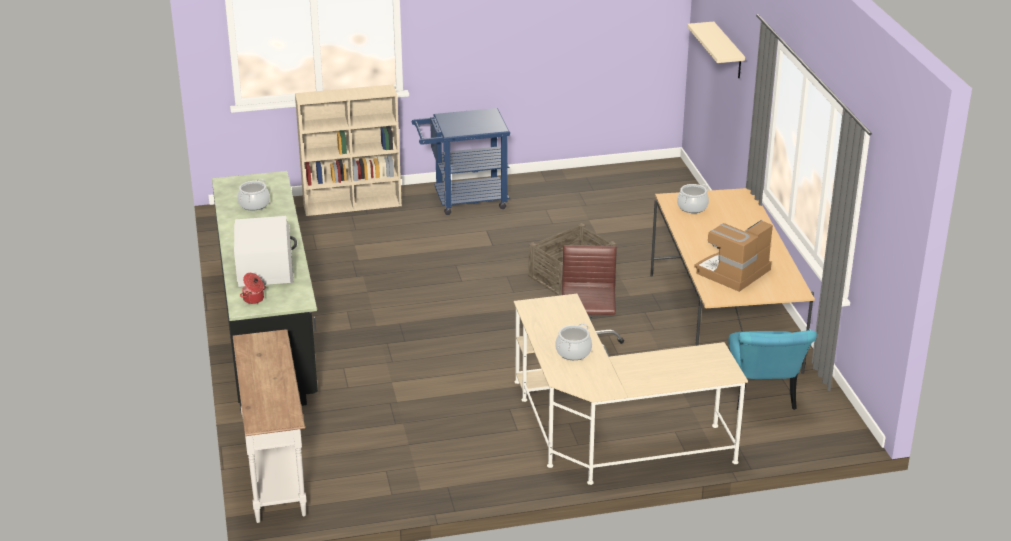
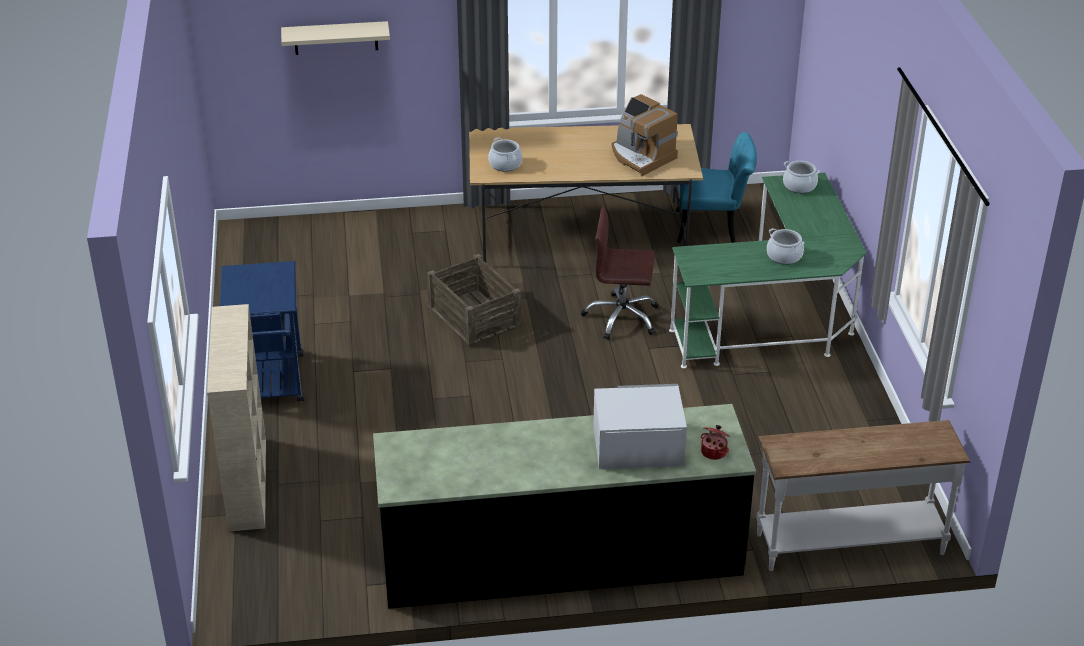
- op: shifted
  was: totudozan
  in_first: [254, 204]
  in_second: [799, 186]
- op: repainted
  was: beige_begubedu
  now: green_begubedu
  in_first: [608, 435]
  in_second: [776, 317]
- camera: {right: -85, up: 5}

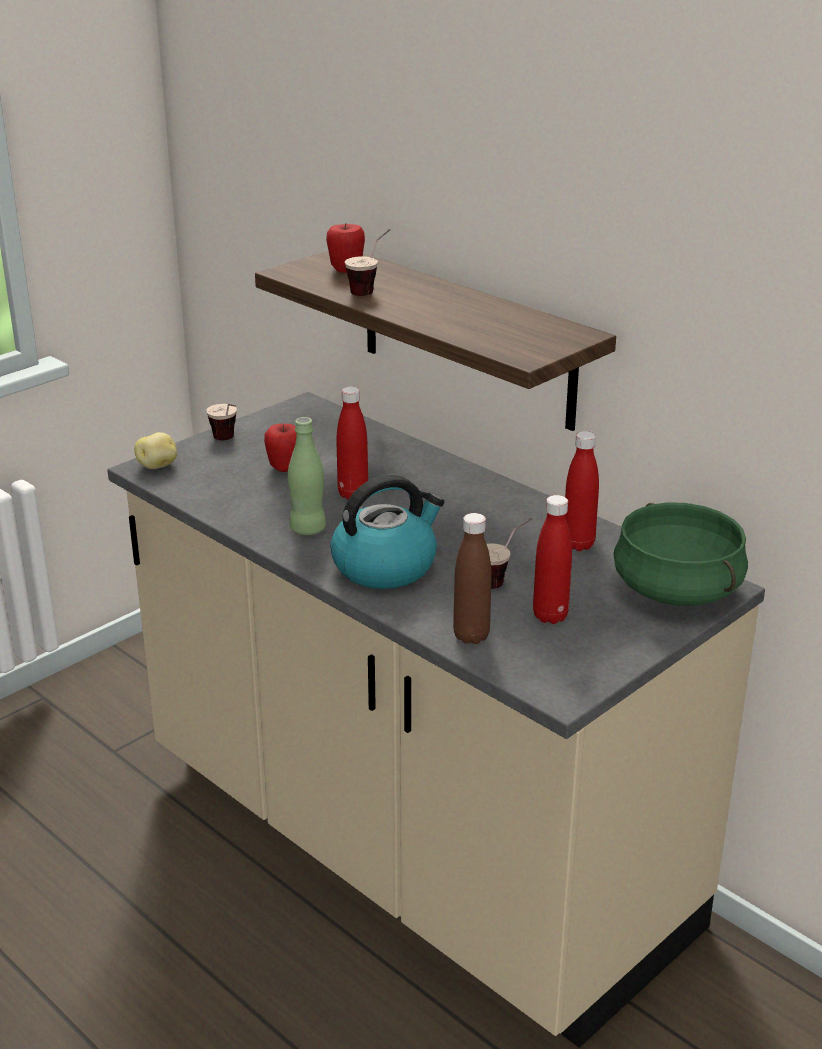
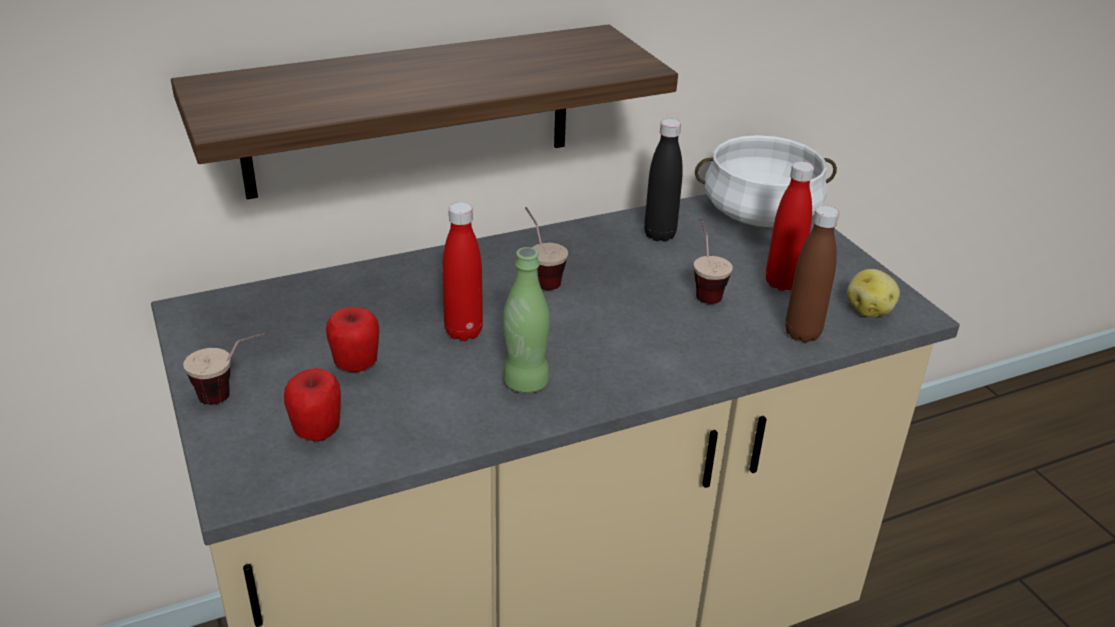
- op: gone
  was: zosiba
  in_first: [385, 566]
- op: shifted
  was: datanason
  in_first: [158, 466]
  in_second: [869, 310]
- op: shifted
  was: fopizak
  in_first: [346, 270]
  in_second: [317, 432]
- op: shifted
  was: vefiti
  in_first: [370, 289]
  in_second: [540, 276]
- op: repainted
  was: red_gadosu
  now: black_gadosu
  in_first: [578, 544]
  in_second: [659, 235]
- op: repainted
  was: green_totudozan
  now: white_totudozan
  in_first: [678, 589]
  in_second: [760, 214]
- camera: {right: -70, up: 5}

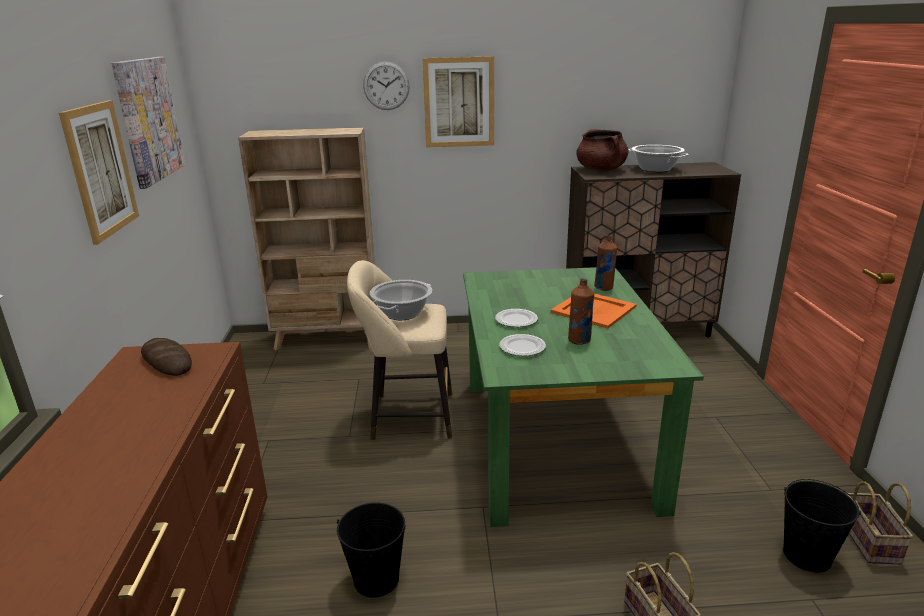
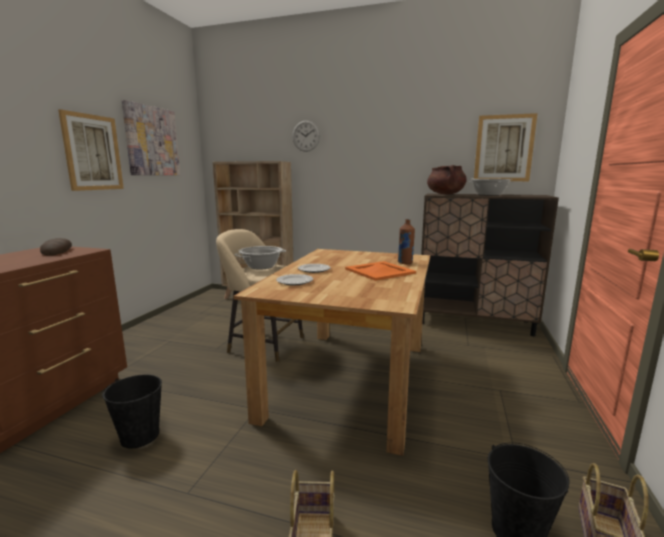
- op: gone
  was: brown_gadosu
  in_first: [579, 340]
- op: shifted
  was: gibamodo
  in_first: [459, 102]
  in_second: [504, 148]
- op: repainted
  was: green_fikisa
  now: brown_fikisa
  in_first: [554, 439]
  in_second: [349, 378]
- camera: {right: 20, up: -10}

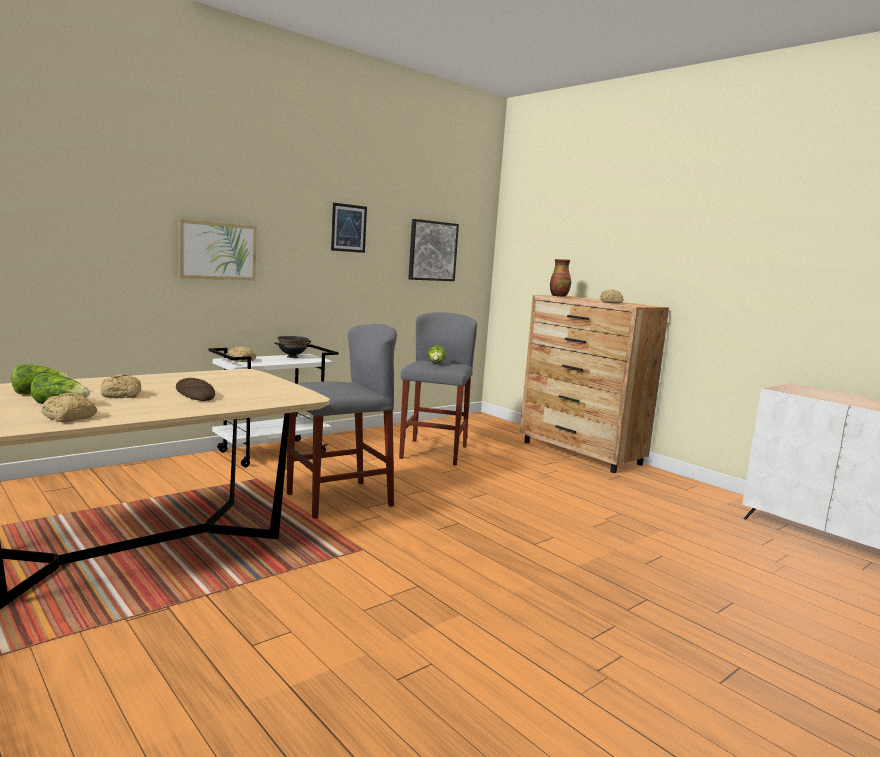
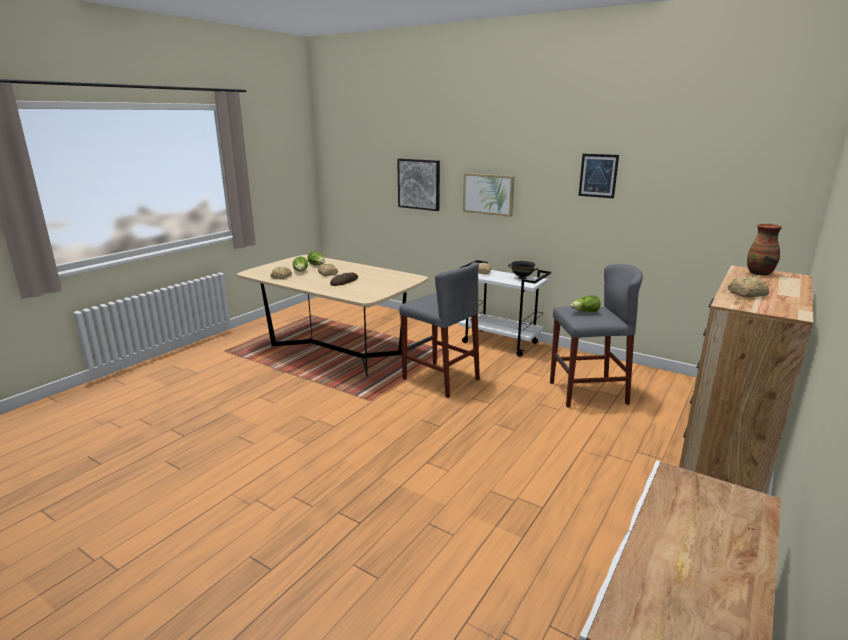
- op: shifted
  was: gibamodo
  in_first: [432, 251]
  in_second: [419, 184]
- camera: {right: 75, up: 10}

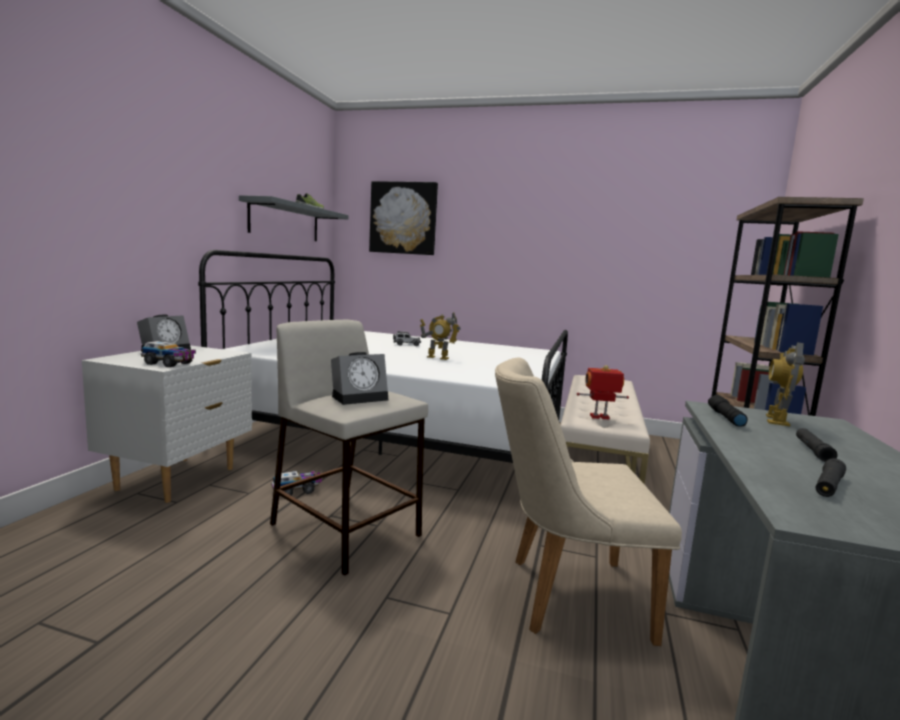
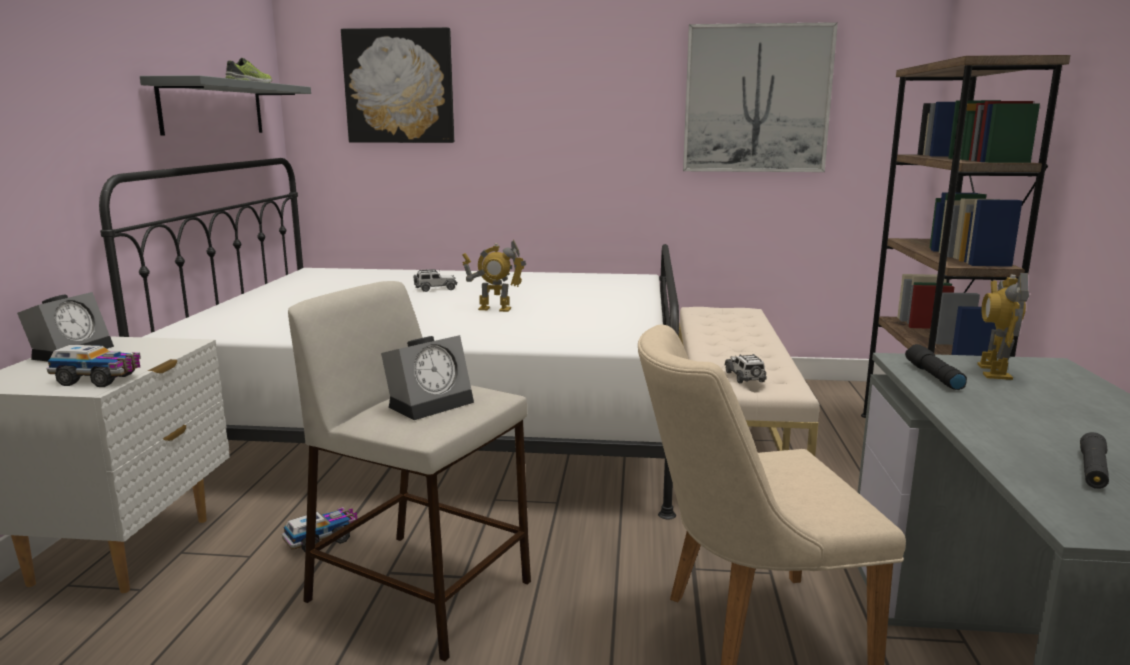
- op: gone
  was: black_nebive
  in_first: [812, 450]
- op: new
  now: gibamodo
  in_second: [757, 99]
- op: swapped
  was: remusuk
  now: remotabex
  in_first: [599, 417]
  in_second: [745, 377]
- camera: {right: -10, up: 5}

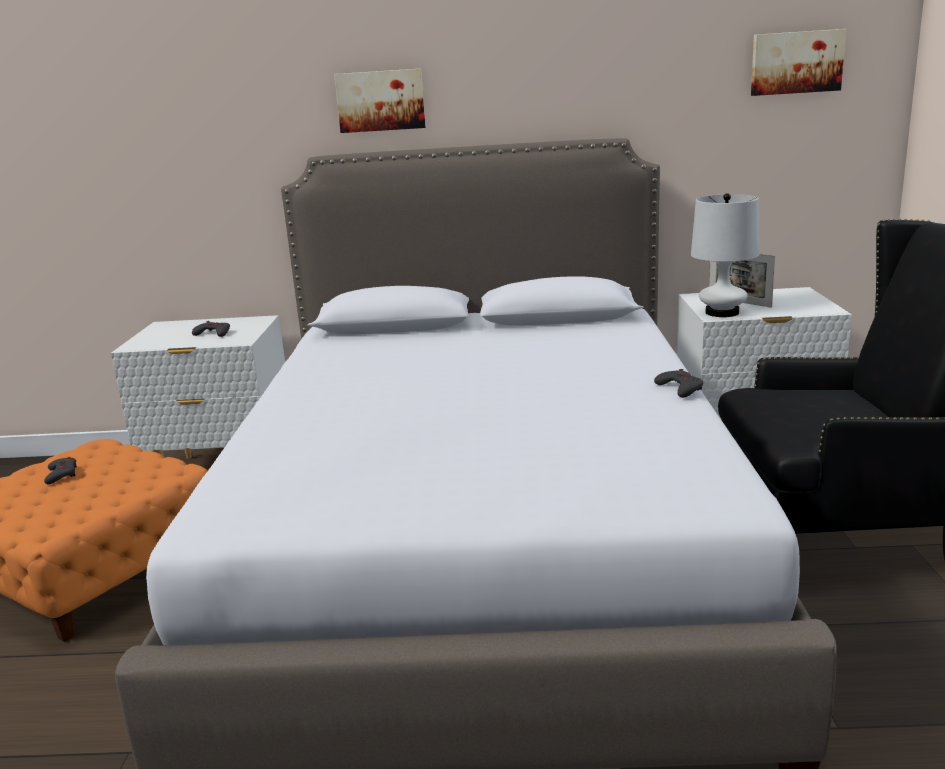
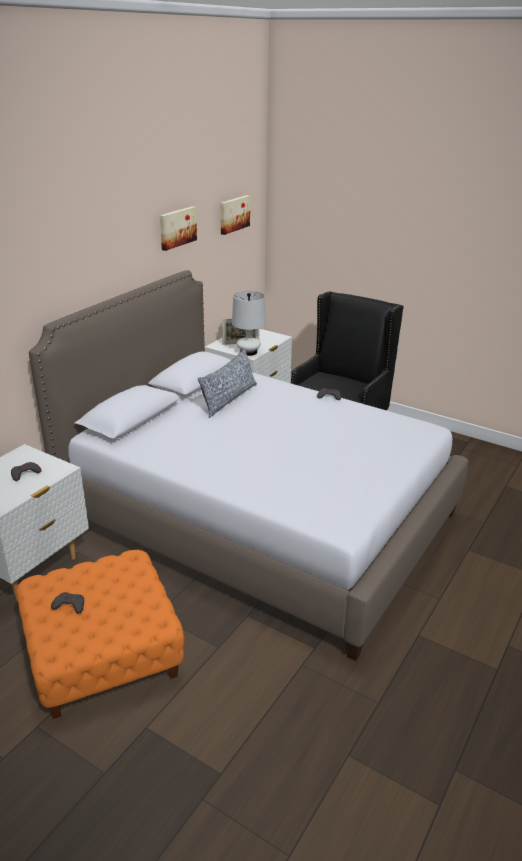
- op: new
  now: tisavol
  in_second: [229, 398]
- op: shifted
  was: gibamodo
  in_first: [380, 101]
  in_second: [177, 227]
- camera: {right: -60, up: 10}

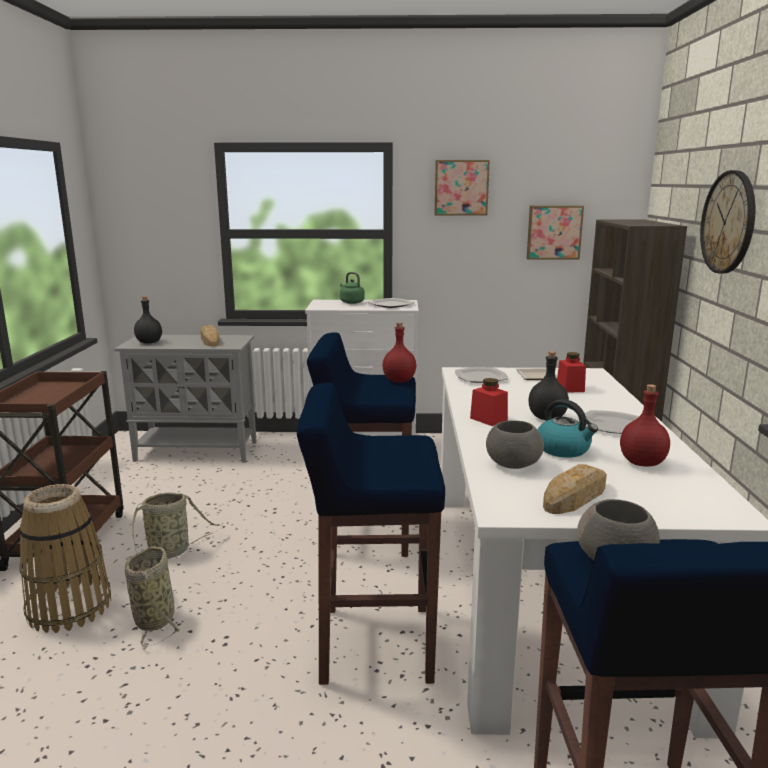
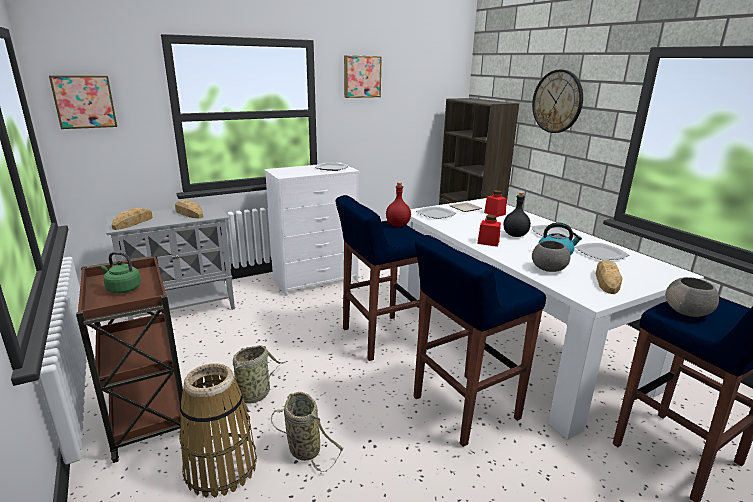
- op: shifted
  was: green_zosiba
  in_first: [351, 302]
  in_second: [122, 289]
- op: shifted
  was: gibamodo
  in_first: [554, 232]
  in_second: [84, 101]
- op: swapped
  was: black_gadosu
  now: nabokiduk
  in_first: [149, 342]
  in_second: [133, 222]
- op: swapped
  was: red_gadosu
  now: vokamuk
  in_first: [641, 463]
  in_second: [600, 253]
- camera: {right: -30, up: 5}

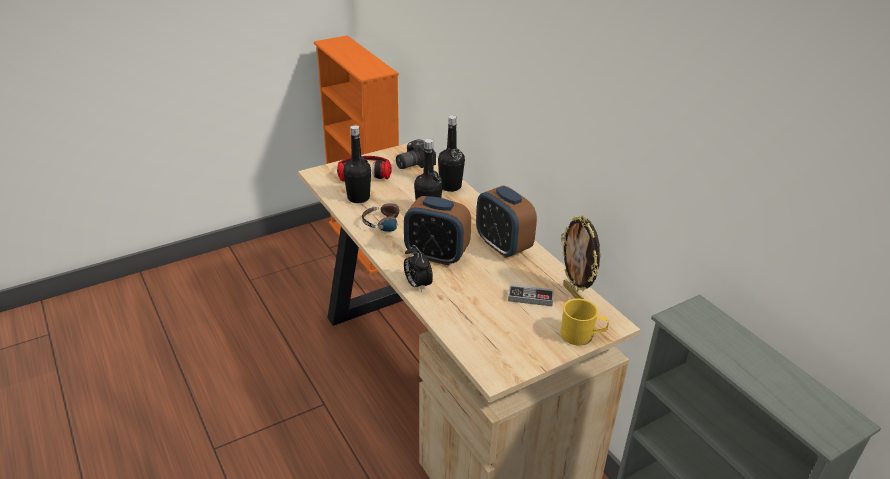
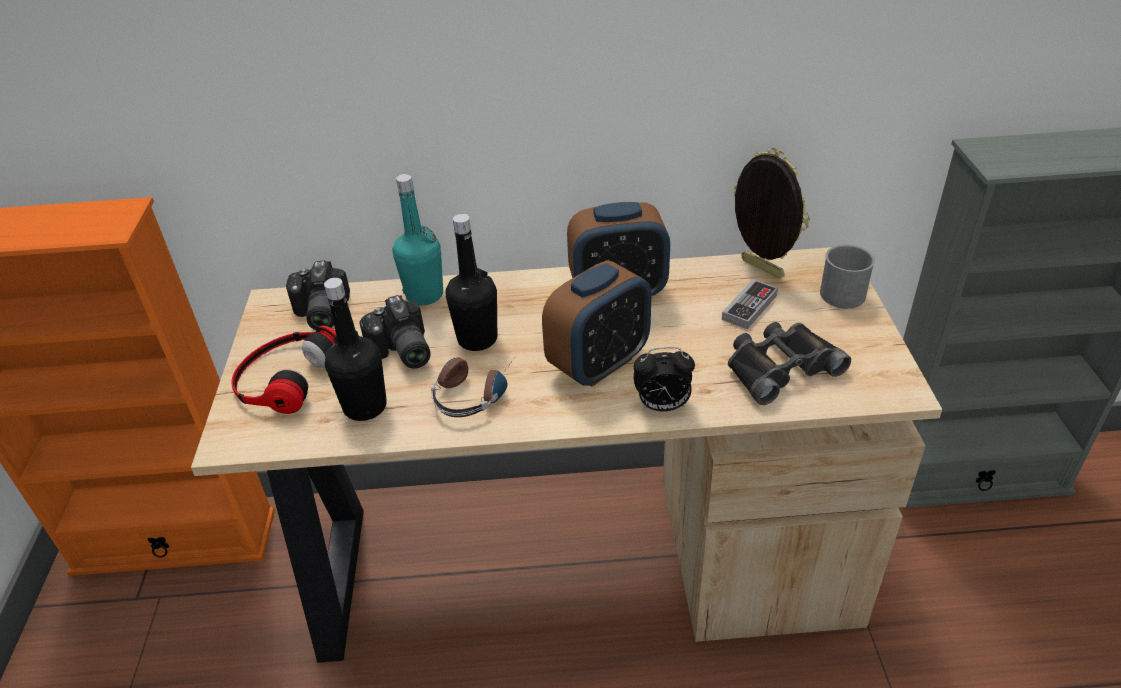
- op: new
  now: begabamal
  in_second: [401, 352]
- op: new
  now: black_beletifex
  in_second: [780, 367]
- op: repainted
  was: black_gadosu
  now: turquoise_gadosu
  in_first: [450, 186]
  in_second: [424, 295]
- op: repainted
  was: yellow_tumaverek
  now: grey_tumaverek
  in_first: [582, 335]
  in_second: [845, 291]
- op: rotated
  was: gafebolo
  in_first: [574, 294]
  in_second: [760, 269]
  clockwise: -135
- camera: {right: -60, up: 5}

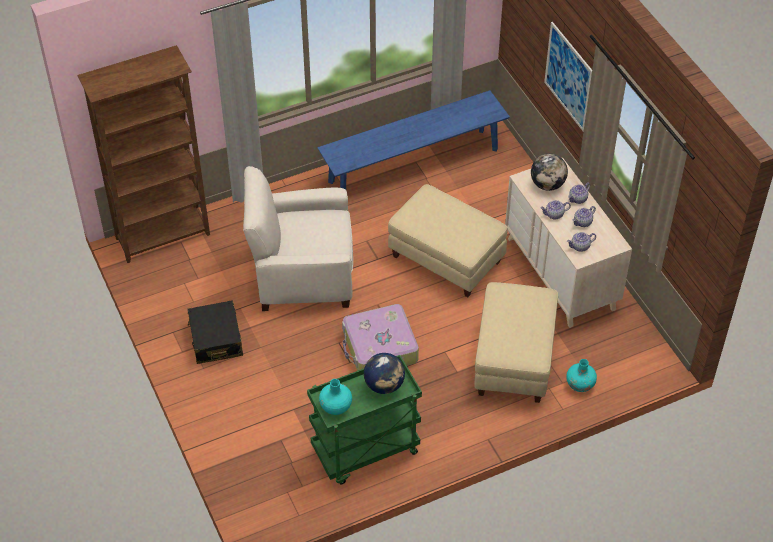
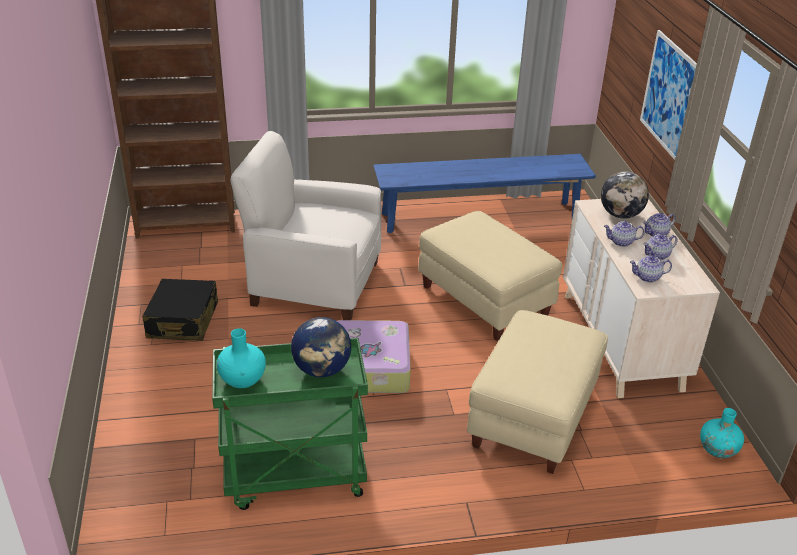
- op: shifted
  was: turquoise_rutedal
  in_first: [580, 384]
  in_second: [717, 450]
- camera: {right: 15, up: -15}

